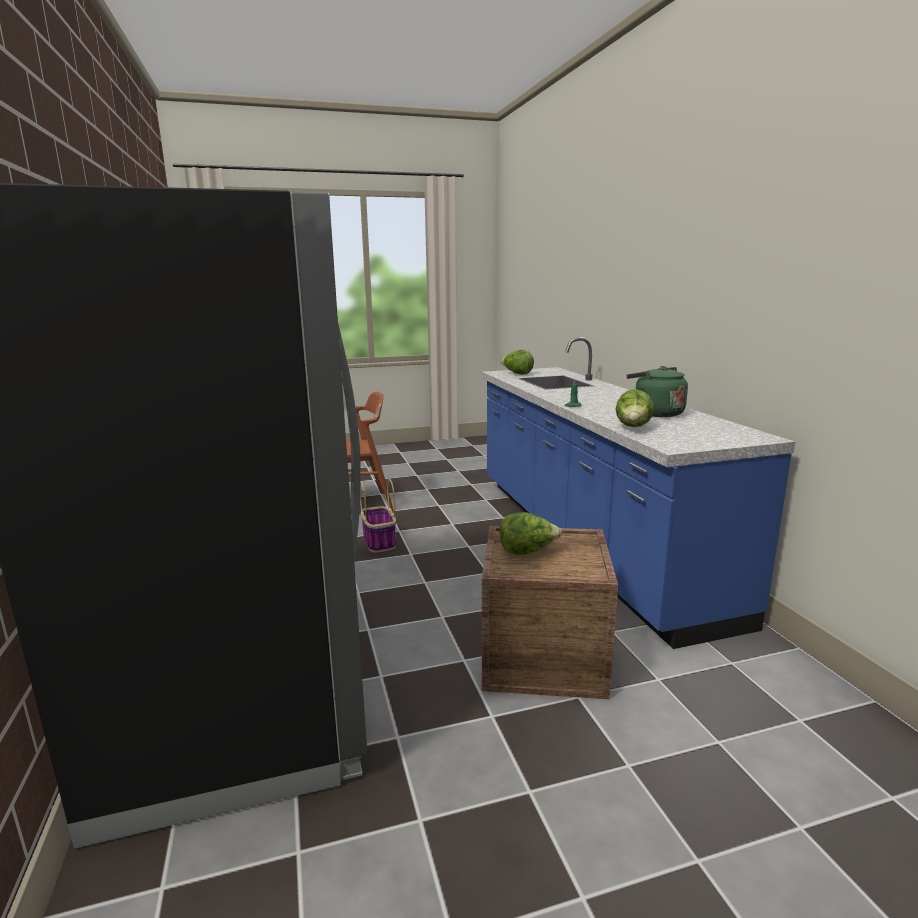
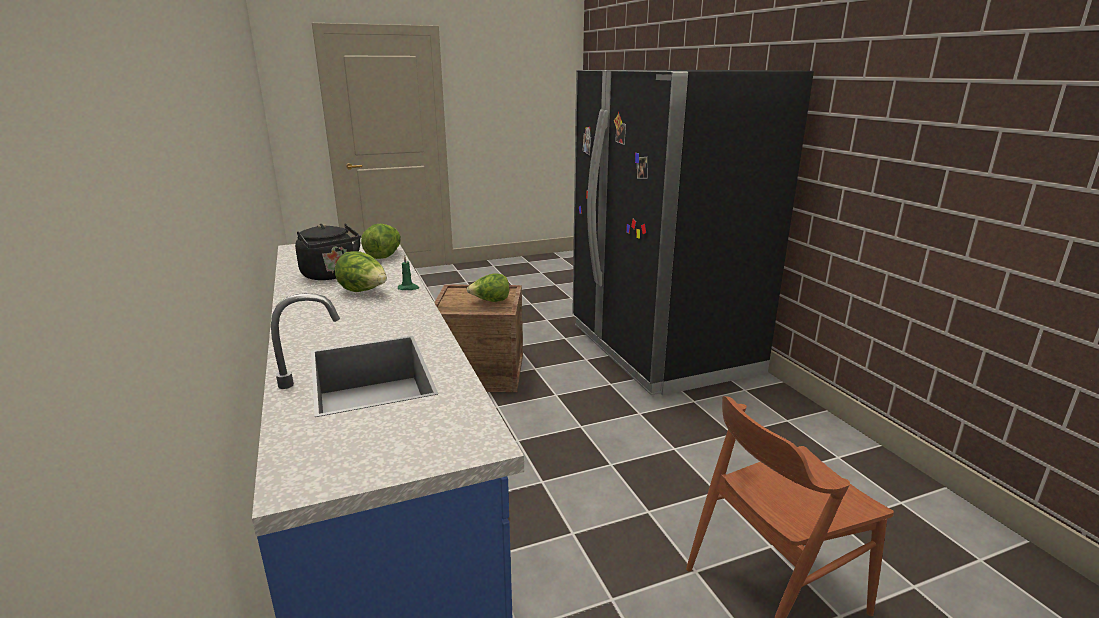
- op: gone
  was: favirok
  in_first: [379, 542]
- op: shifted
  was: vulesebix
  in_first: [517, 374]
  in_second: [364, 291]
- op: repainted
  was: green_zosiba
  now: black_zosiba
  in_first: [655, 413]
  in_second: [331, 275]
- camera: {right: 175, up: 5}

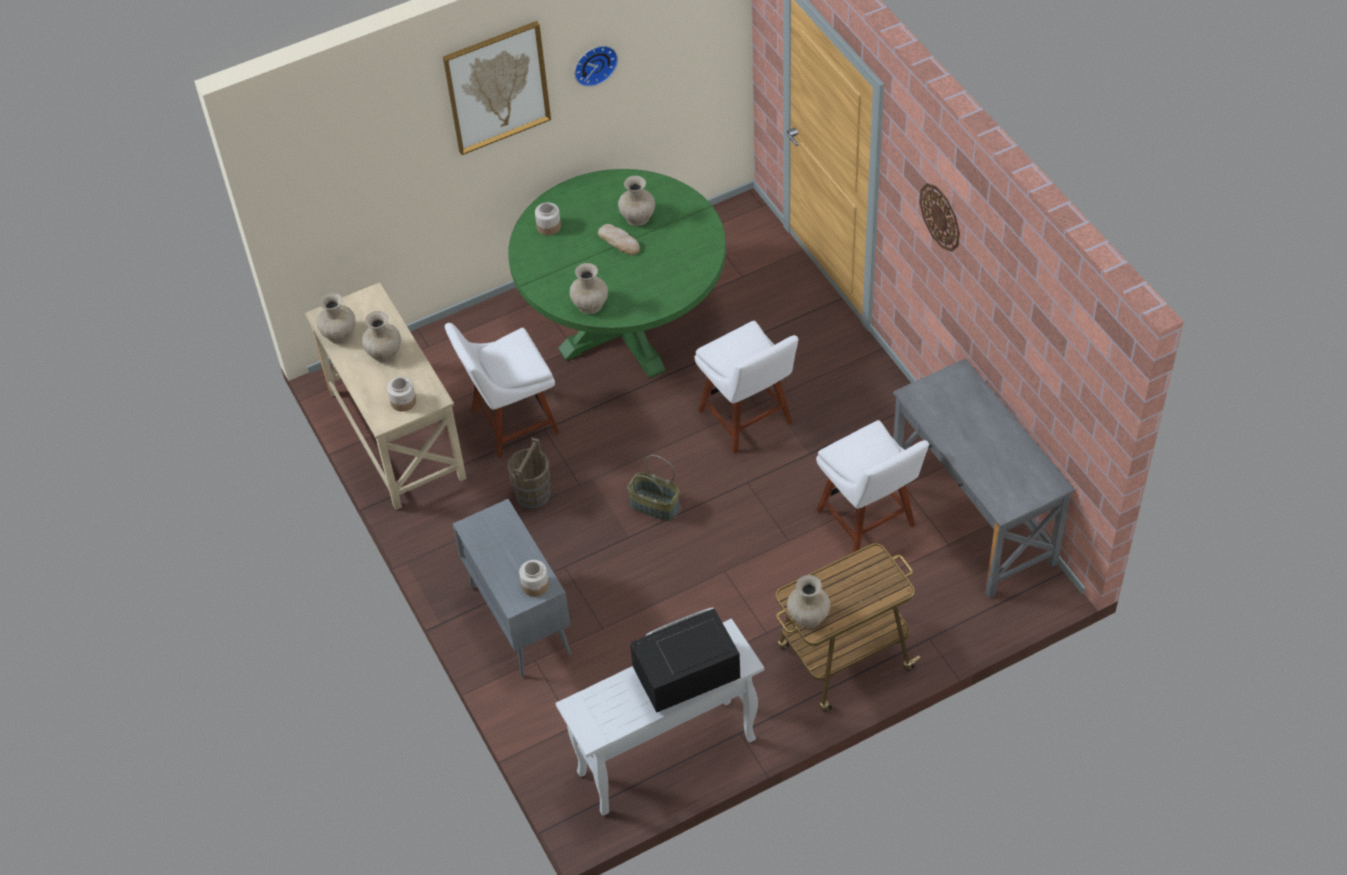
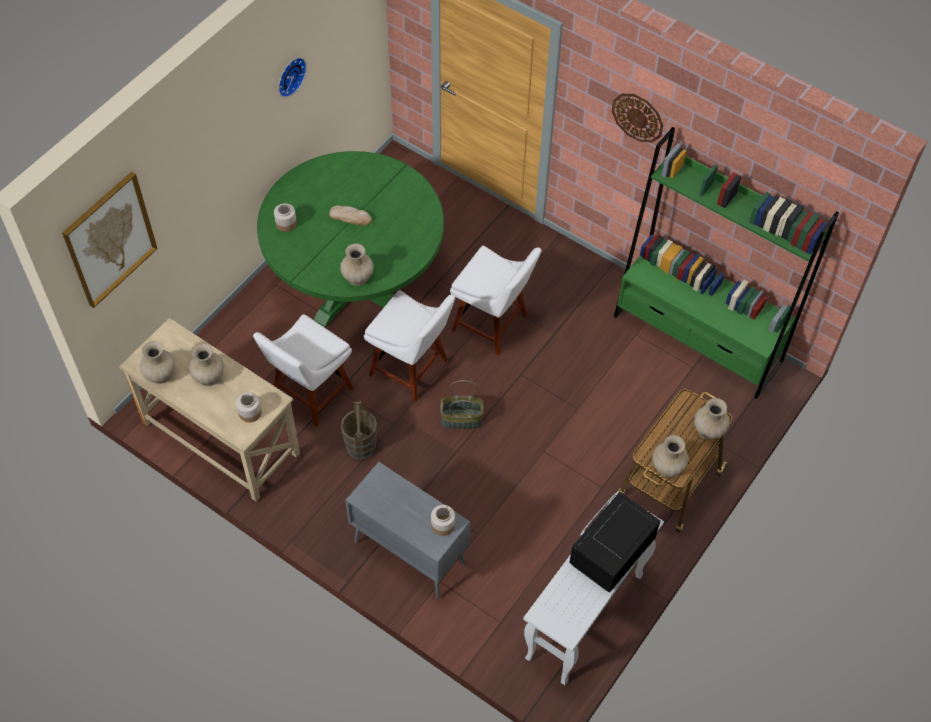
- op: shifted
  was: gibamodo
  in_first: [497, 87]
  in_second: [110, 239]
- op: shifted
  was: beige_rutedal
  in_first: [637, 217]
  in_second: [709, 430]
- op: shifted
  was: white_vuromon
  in_first: [868, 521]
  in_second: [411, 370]
- op: swapped
  was: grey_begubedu
  now: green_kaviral
  in_first: [973, 516]
  in_second: [697, 339]
- camera: {right: -30, up: 5}

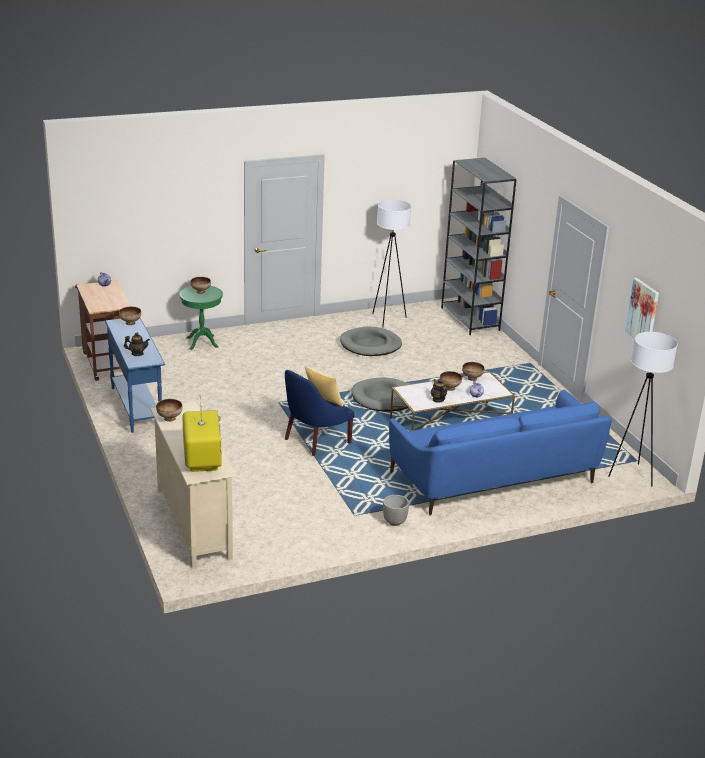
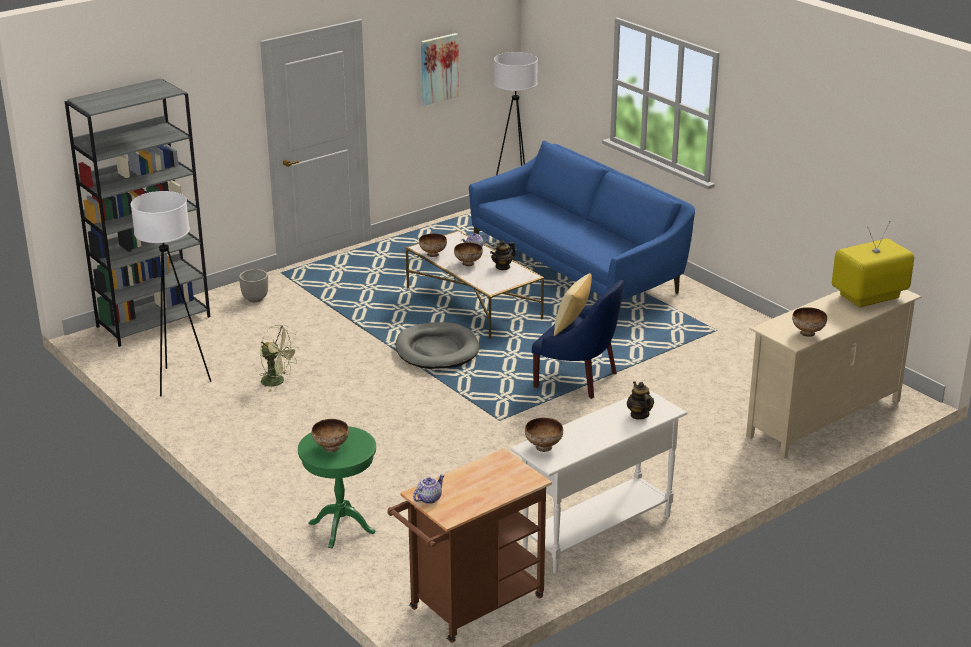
- op: shifted
  was: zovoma
  in_first: [394, 522]
  in_second: [255, 299]
- op: swapped
  was: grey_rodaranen
  now: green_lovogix
  in_first: [370, 345]
  in_second: [278, 381]
- op: repainted
  was: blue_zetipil
  now: white_zetipil
  in_first: [136, 407]
  in_second: [596, 532]
- camera: {right: -105, up: 0}

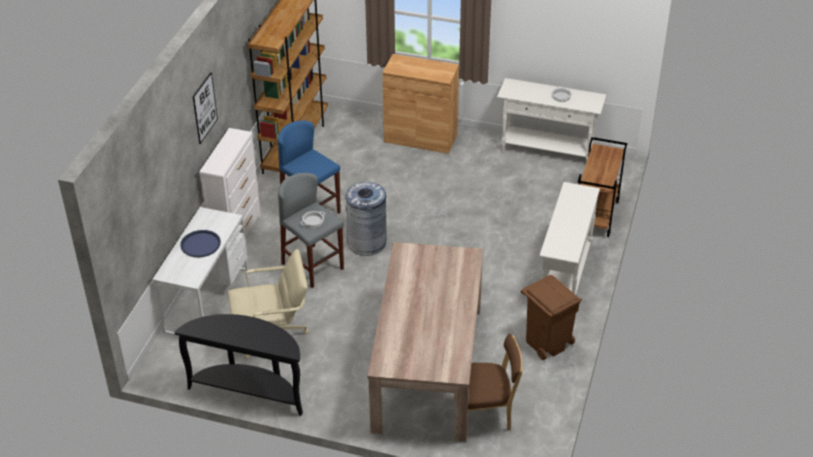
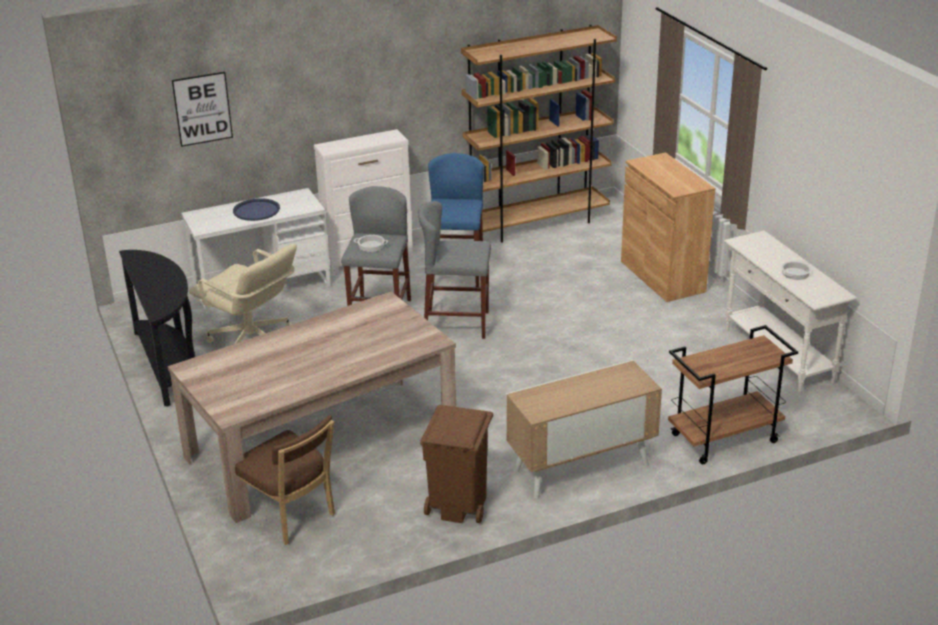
- op: shifted
  was: gibamodo
  in_first: [204, 108]
  in_second: [202, 109]
- op: swapped
  was: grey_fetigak
  now: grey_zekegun
  in_first: [367, 242]
  in_second: [456, 324]
- op: swapped
  was: white_zetipil
  now: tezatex
  in_first: [565, 279]
  in_second: [581, 468]
- camera: {right: 50, up: -10}

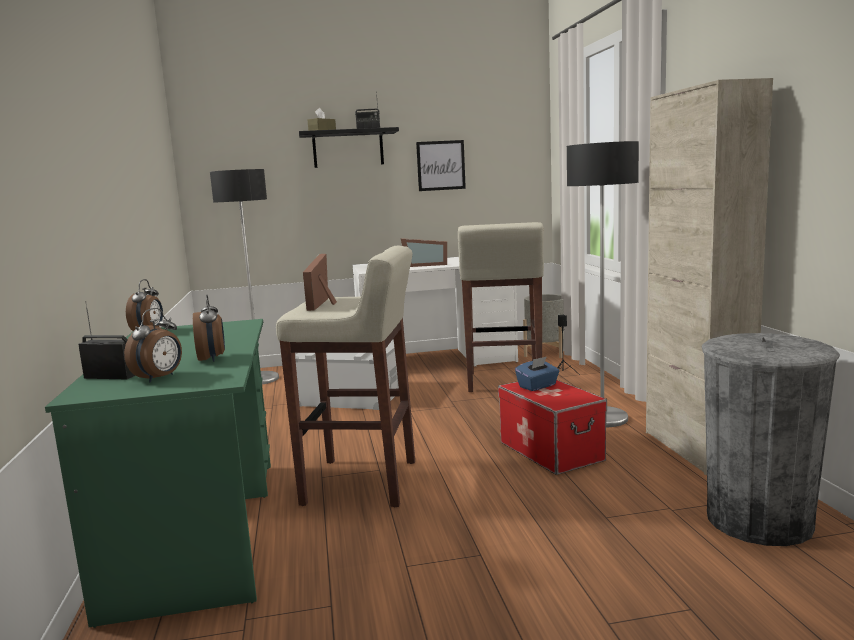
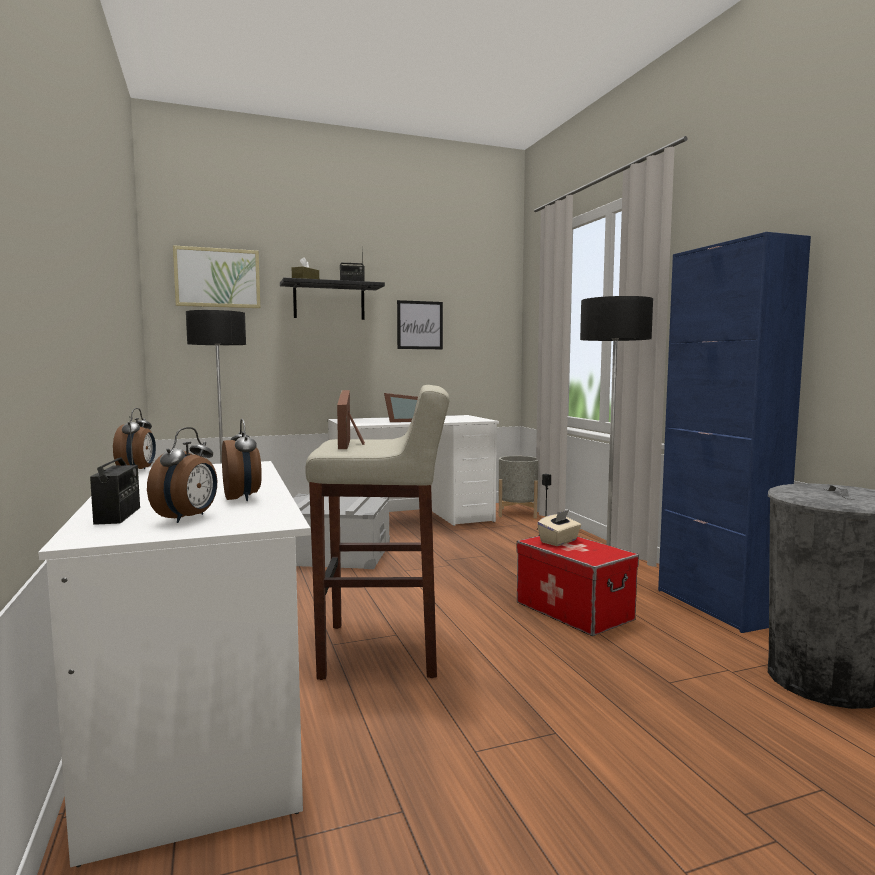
- op: gone
  was: beige_zekegun
  in_first: [503, 382]
- op: new
  now: gibamodo
  in_second: [217, 278]
- op: repainted
  was: green_begubedu
  now: white_begubedu
  in_first: [200, 530]
  in_second: [200, 715]
- op: repainted
  was: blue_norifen
  now: beige_norifen
  in_first: [537, 386]
  in_second: [559, 541]
- op: repainted
  was: beige_tezatex
  now: blue_tezatex
  in_first: [695, 449]
  in_second: [716, 606]
- op: rotated
  was: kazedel
  in_first: [112, 376]
  in_second: [118, 515]
  clockwise: 75
- camera: {right: -10, up: -5}

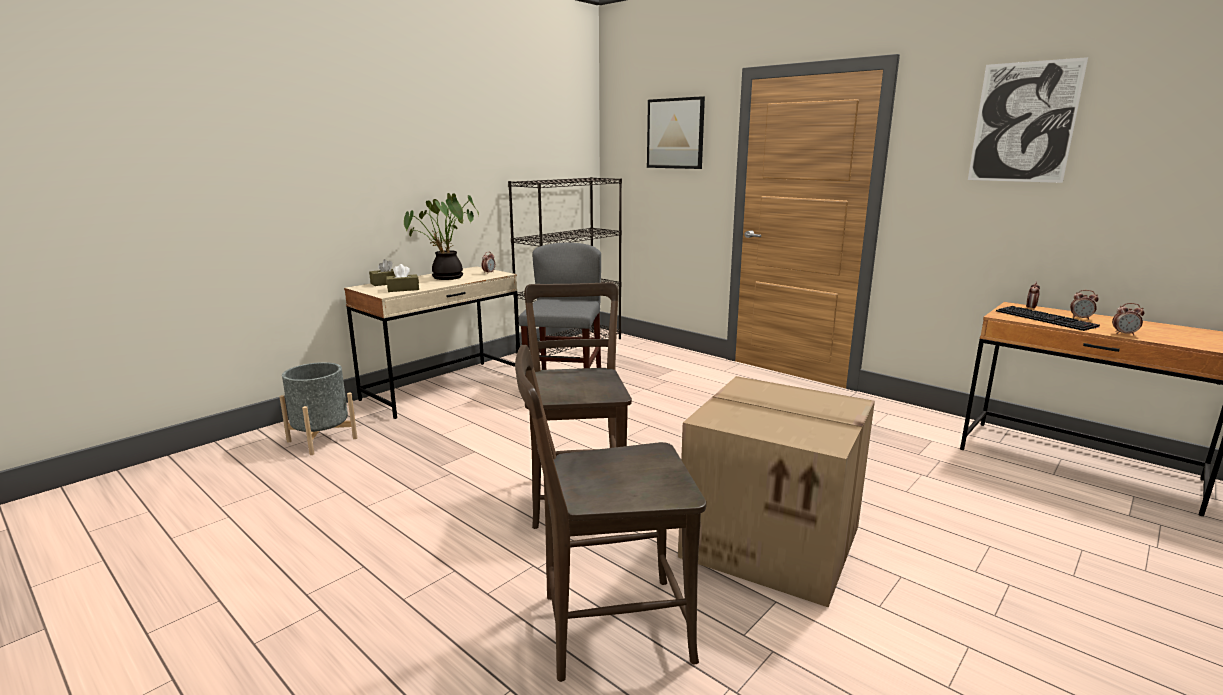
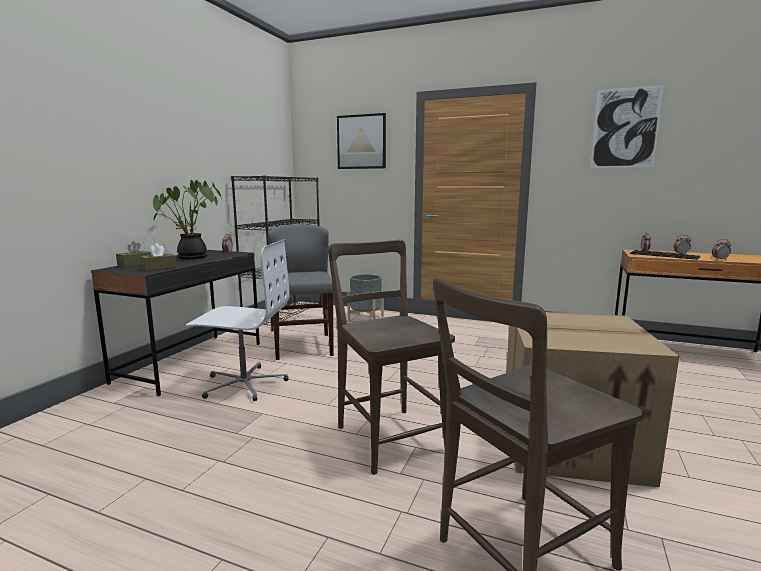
- op: new
  now: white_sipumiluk
  in_second: [244, 384]
- op: shifted
  was: grey_zovoma
  in_first: [322, 440]
  in_second: [366, 319]
- op: repainted
  was: beige_begubedu
  now: black_begubedu
  in_first: [444, 388]
  in_second: [192, 362]
- camera: {right: -20, up: -5}

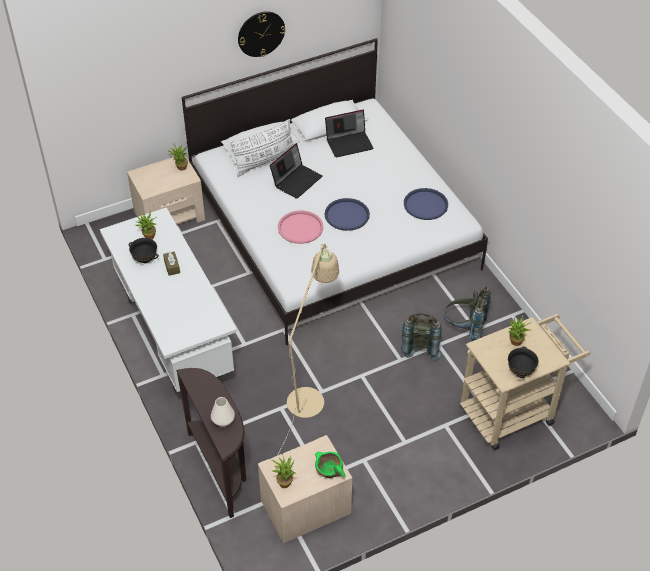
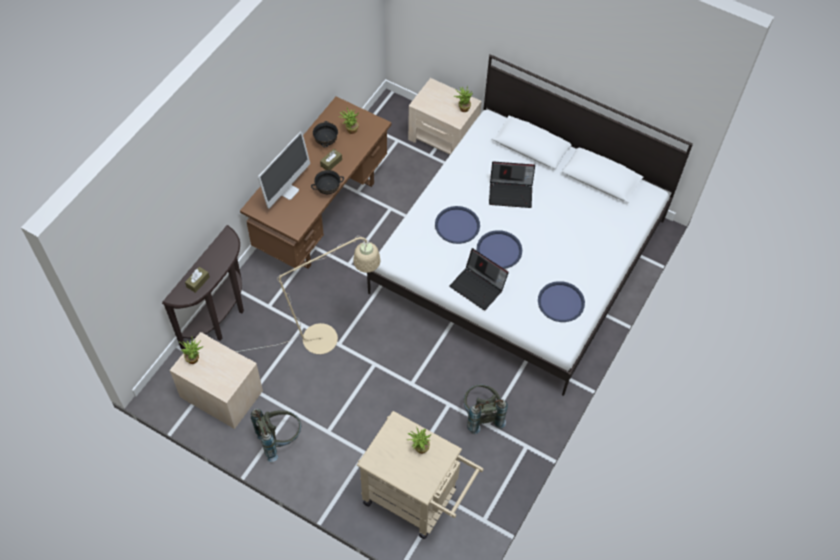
- op: gone
  was: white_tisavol
  in_first: [265, 161]
- op: gone
  was: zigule
  in_first: [261, 33]
- op: gone
  was: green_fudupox
  in_first: [329, 470]
- op: new
  now: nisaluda
  in_second: [287, 190]
- op: shifted
  was: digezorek
  in_first: [349, 143]
  in_second: [478, 287]
- op: shifted
  was: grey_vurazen
  in_first: [420, 345]
  in_second: [279, 439]
- op: shifted
  was: black_fudupox
  in_first: [520, 371]
  in_second: [328, 189]
- op: swapped
  was: white_rutedal
  now: brown_norifen
  in_first: [223, 420]
  in_second: [198, 282]
- op: repainted
  was: white_begubedu
  now: brown_begubedu
  in_first: [173, 337]
  in_second: [322, 214]
- op: repainted
  was: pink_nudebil
  now: blue_nudebil
  in_first: [300, 228]
  in_second: [457, 225]
- camera: {right: 55, up: 10}

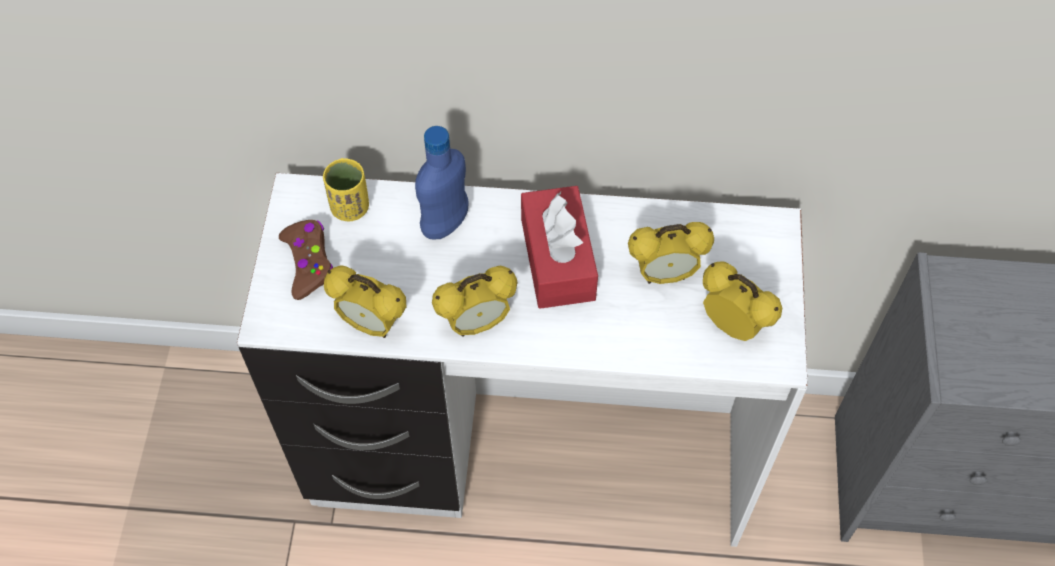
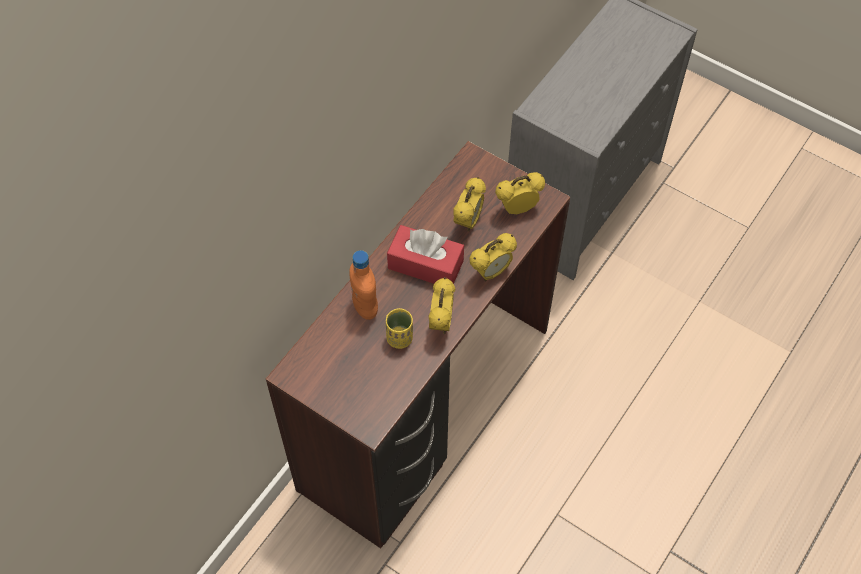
- op: gone
  was: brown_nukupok
  in_first: [308, 262]
- op: shifted
  was: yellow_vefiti
  in_first: [350, 208]
  in_second: [399, 338]
- op: shifted
  was: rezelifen
  in_first: [372, 325]
  in_second: [491, 272]
- op: repainted
  was: white_begubedu
  now: brown_begubedu
  in_first: [529, 460]
  in_second: [428, 409]
- op: repainted
  was: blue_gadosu
  now: orange_gadosu
  in_first: [445, 224]
  in_second: [365, 307]
- camera: {right: -60, up: 0}

